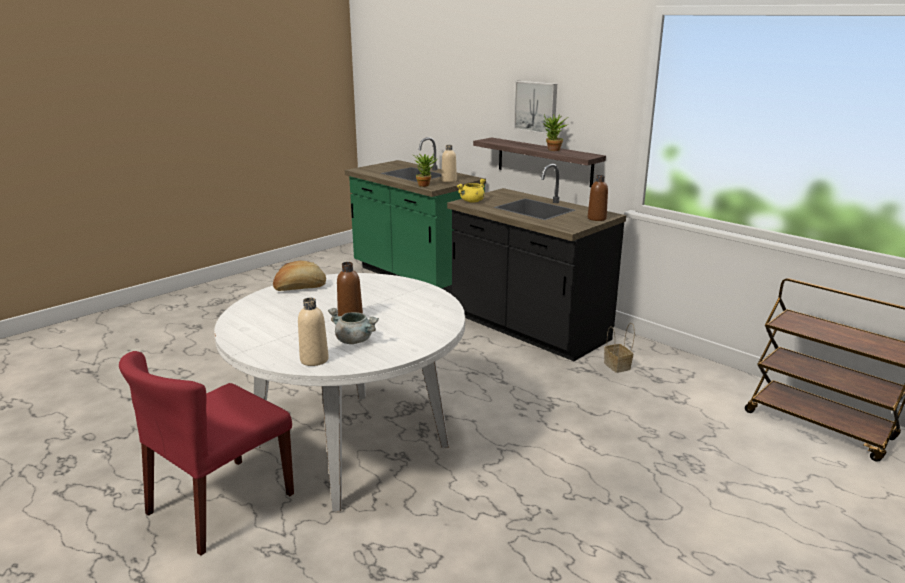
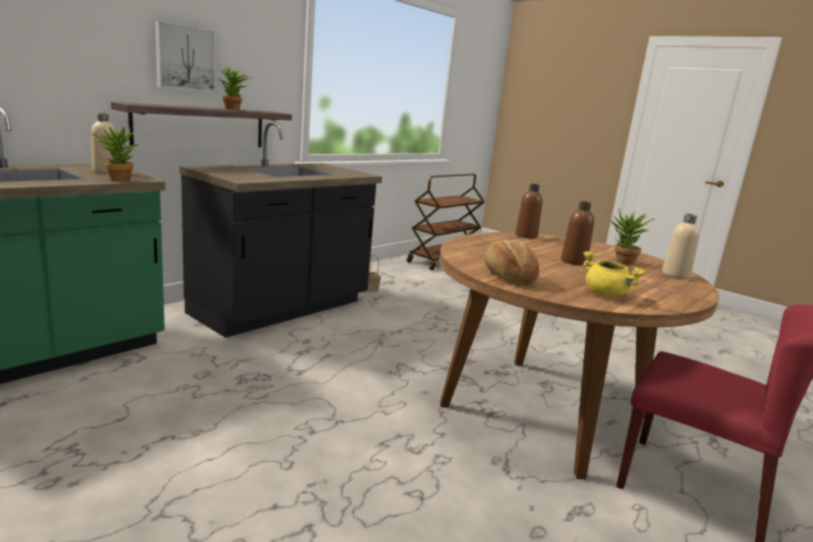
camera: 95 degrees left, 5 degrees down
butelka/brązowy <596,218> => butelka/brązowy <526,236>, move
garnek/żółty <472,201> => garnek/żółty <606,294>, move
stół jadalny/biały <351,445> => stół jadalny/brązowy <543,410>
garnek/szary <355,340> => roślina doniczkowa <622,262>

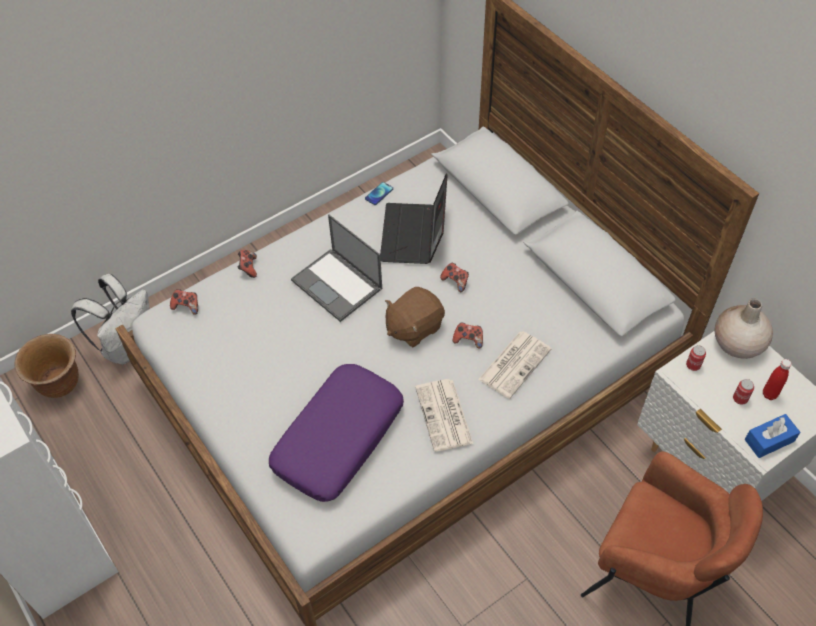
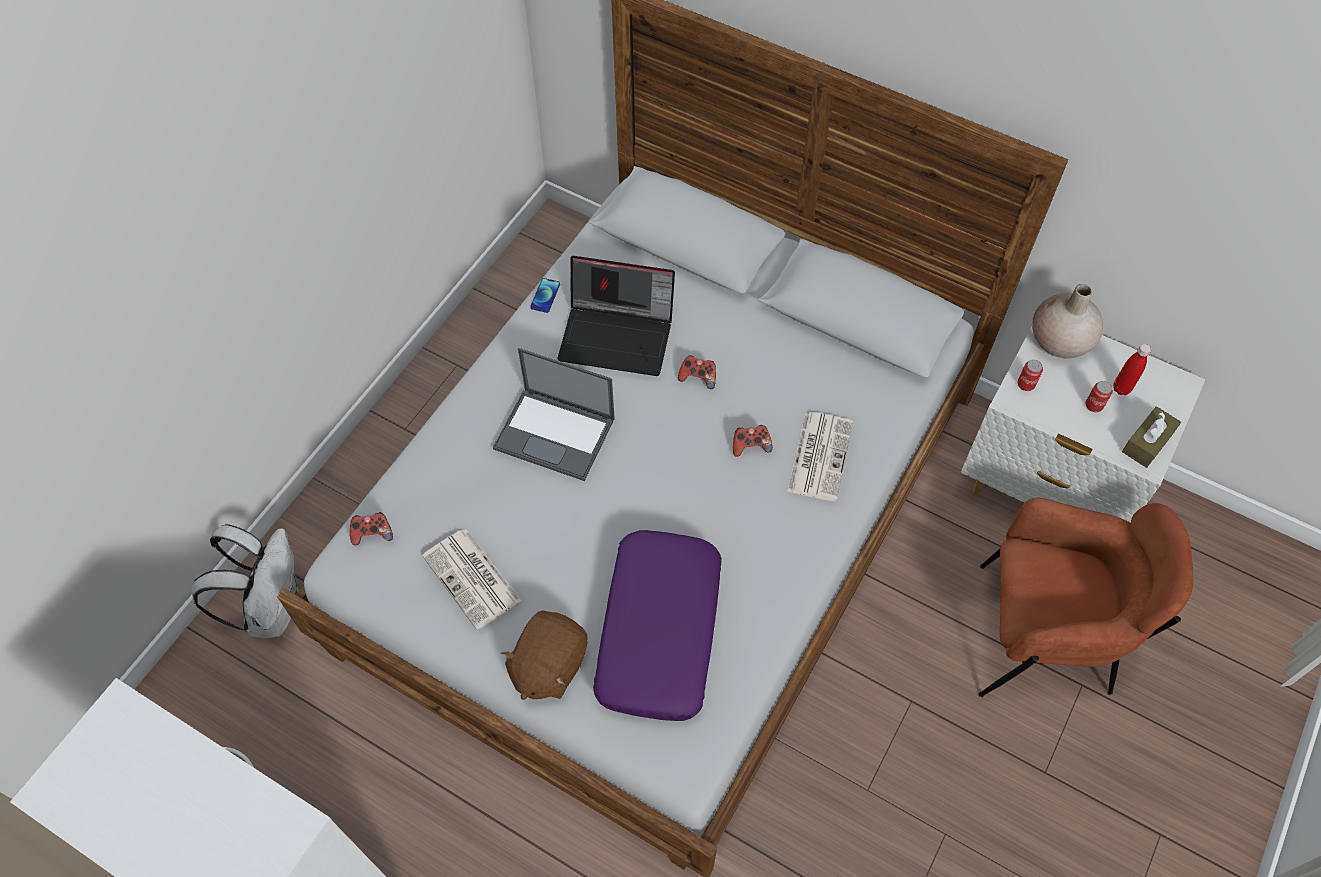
camera: 25 degrees left, 5 degrees up
laptop <414,235> => laptop <618,335>, 60 degrees counterclockwise
pad do gier <248,268> => nothing
pluszak/brązowy <413,327> => pluszak/brązowy <548,665>, move
donica/brązowy <60,384> => nothing
gazeta <444,416> => gazeta <473,579>, move
pudełko chusteczek/niebieski <769,440> => pudełko chusteczek/brązowy <1147,443>

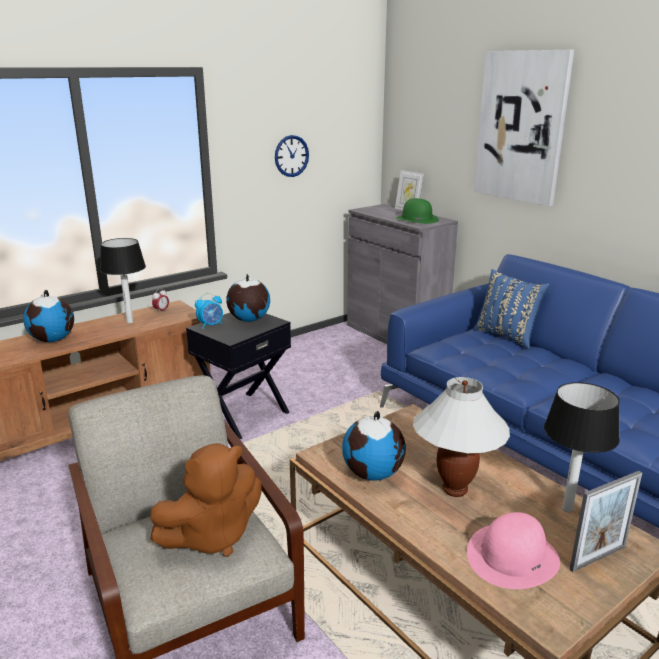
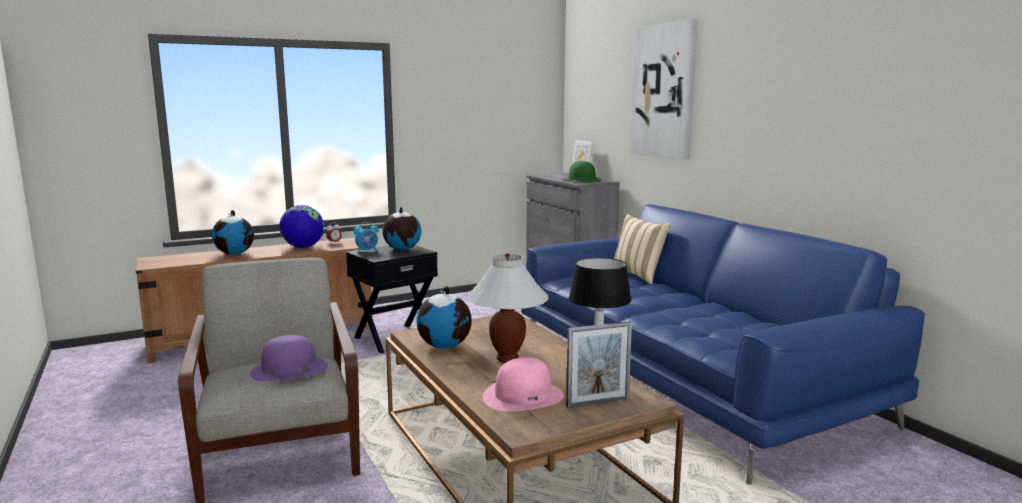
camera: 10 degrees right, 10 degrees down
zegar ścienny <291,156> => nothing
lampa stołowa <129,322> => globus <303,247>
poduszka/niebieski <507,336> => poduszka/beżowy <638,276>
pluszak/brązowy <212,536> => kapelusz/fioletowy <289,369>

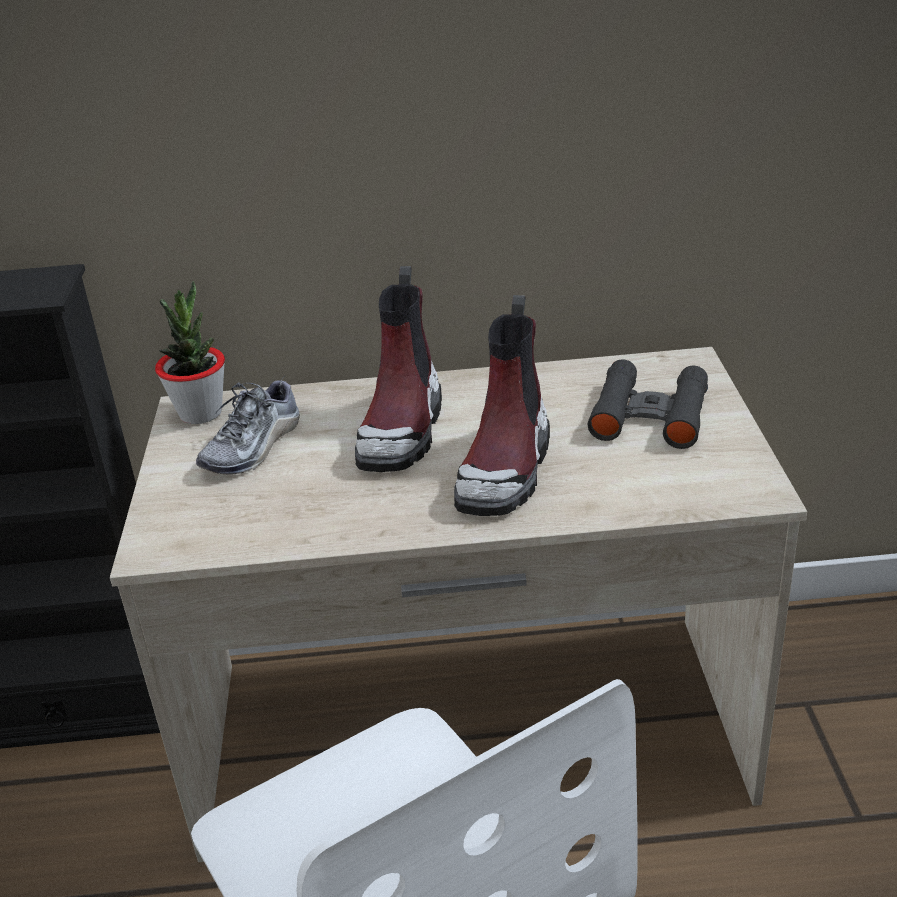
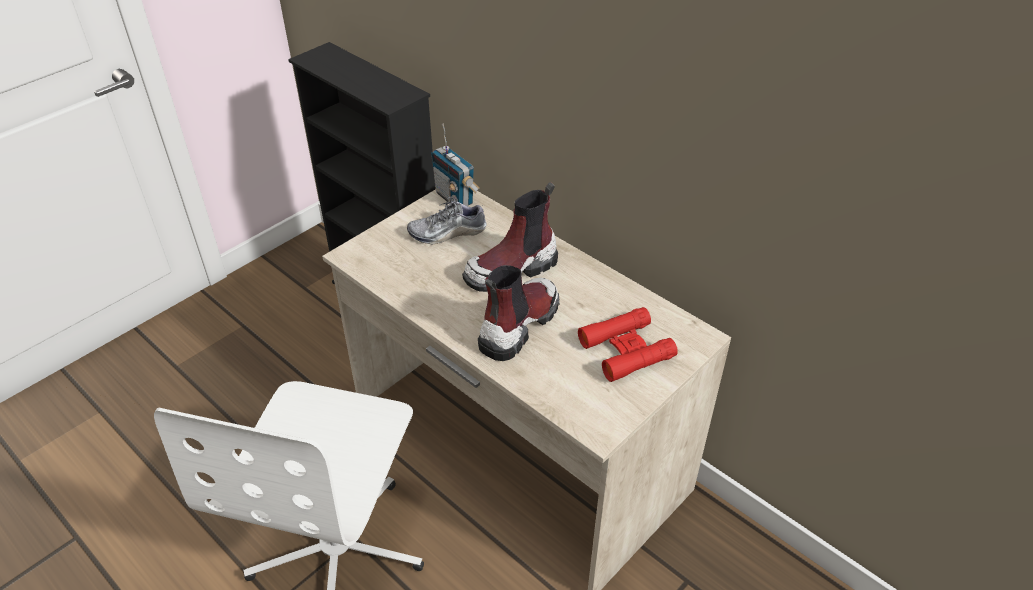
camera: 45 degrees right, 10 degrees up
roślina doniczkowa <201,413> => radio <455,199>
but z cholewką <505,469> => but z cholewką <518,325>, 150 degrees clockwise
lornetka/czarny <649,415> => lornetka/czerwony <626,350>

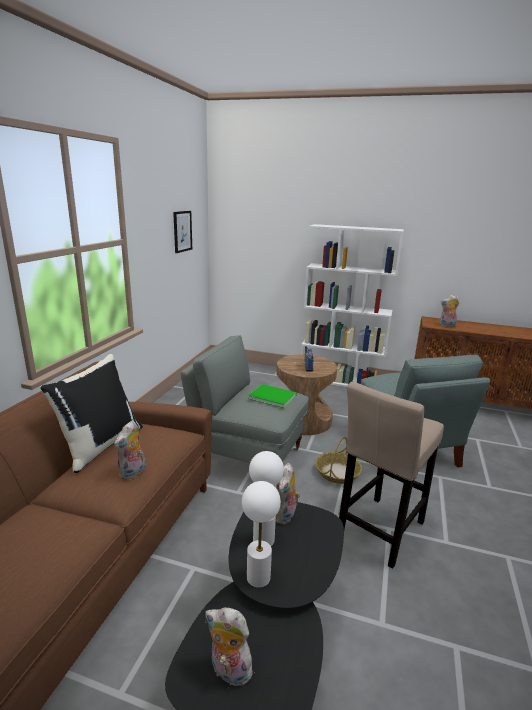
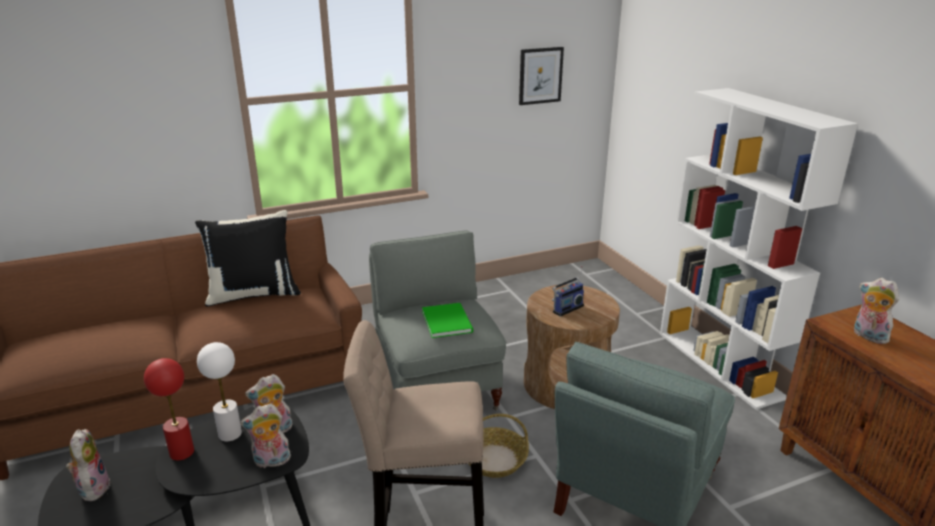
camera: 50 degrees right, 5 degrees up
pluszak <133,473> => pluszak <271,462>, move
lampa stołowa/biały <258,577> => lampa stołowa/czerwony <182,452>

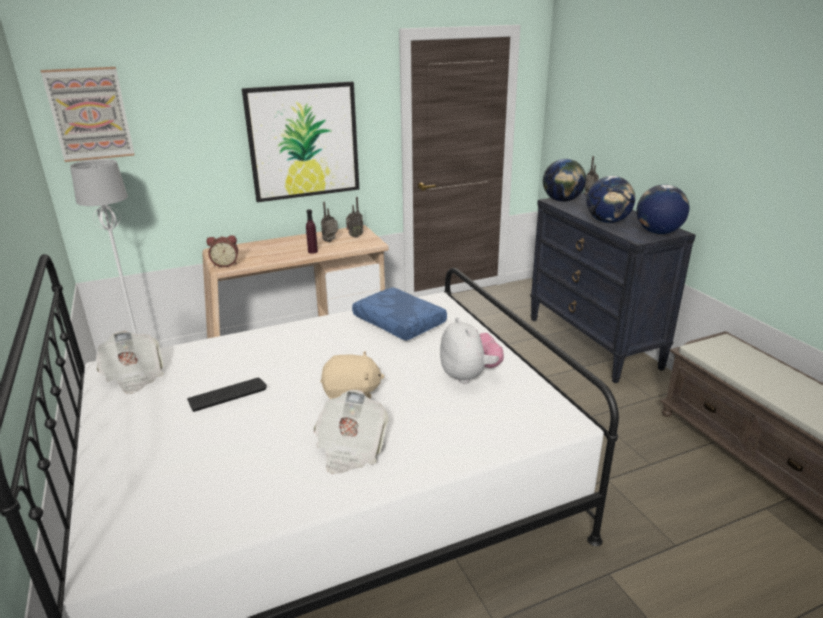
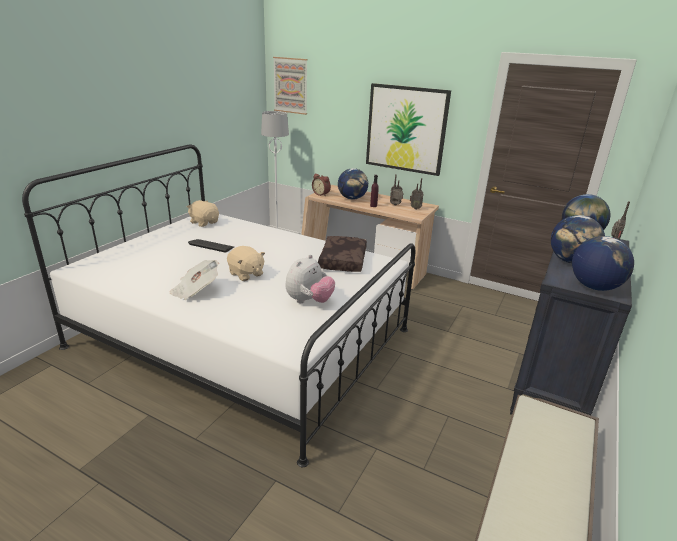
camera: 50 degrees right, 0 degrees up
poduszka/niebieski <397,322> => poduszka/brązowy <342,260>
gazeta <134,376> => pluszak/beżowy <204,222>
nothing => globus <352,198>

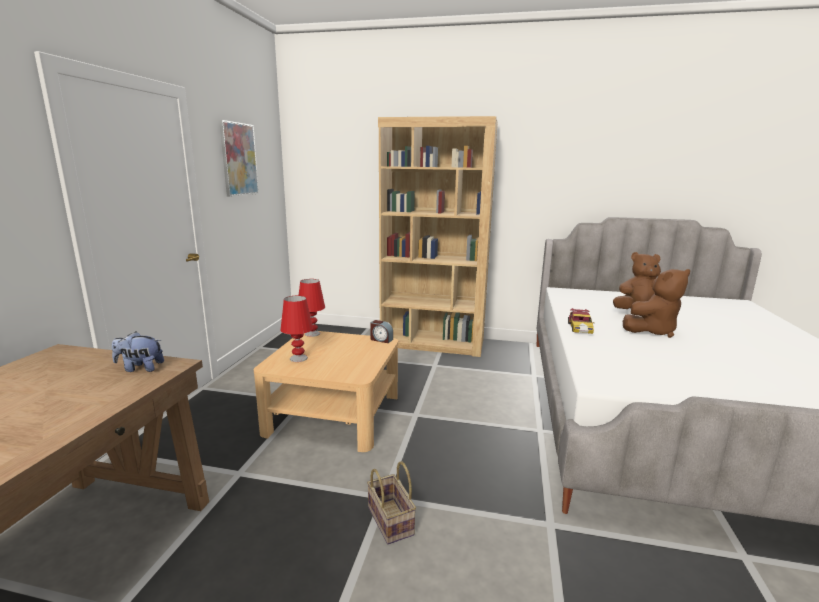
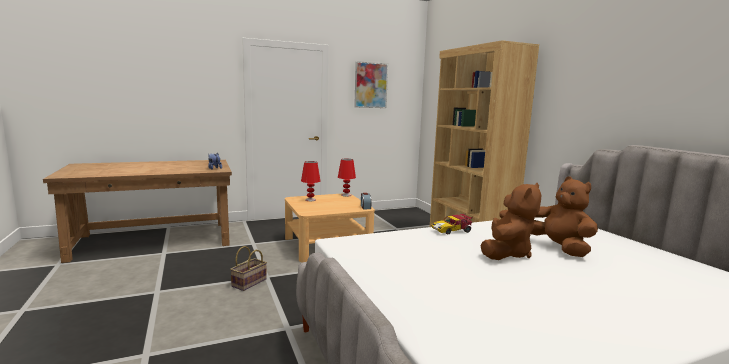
camera: 55 degrees right, 5 degrees down
pluszak/brązowy <652,331> => pluszak/brązowy <506,253>, 90 degrees counterclockwise

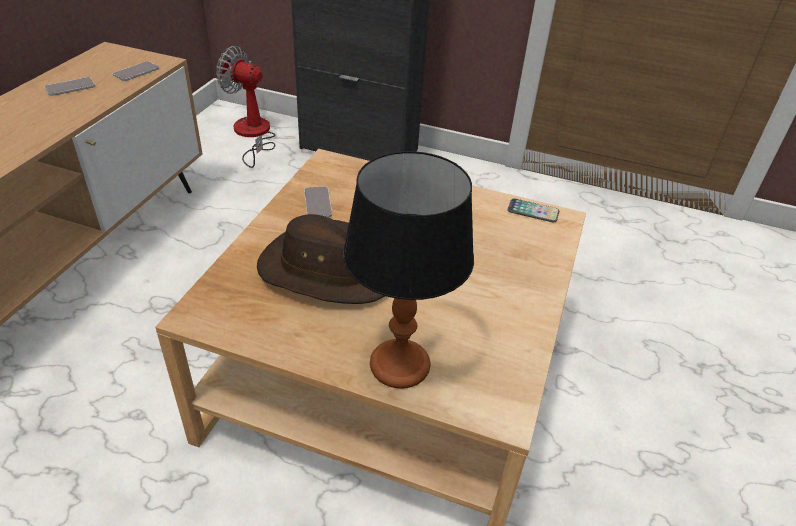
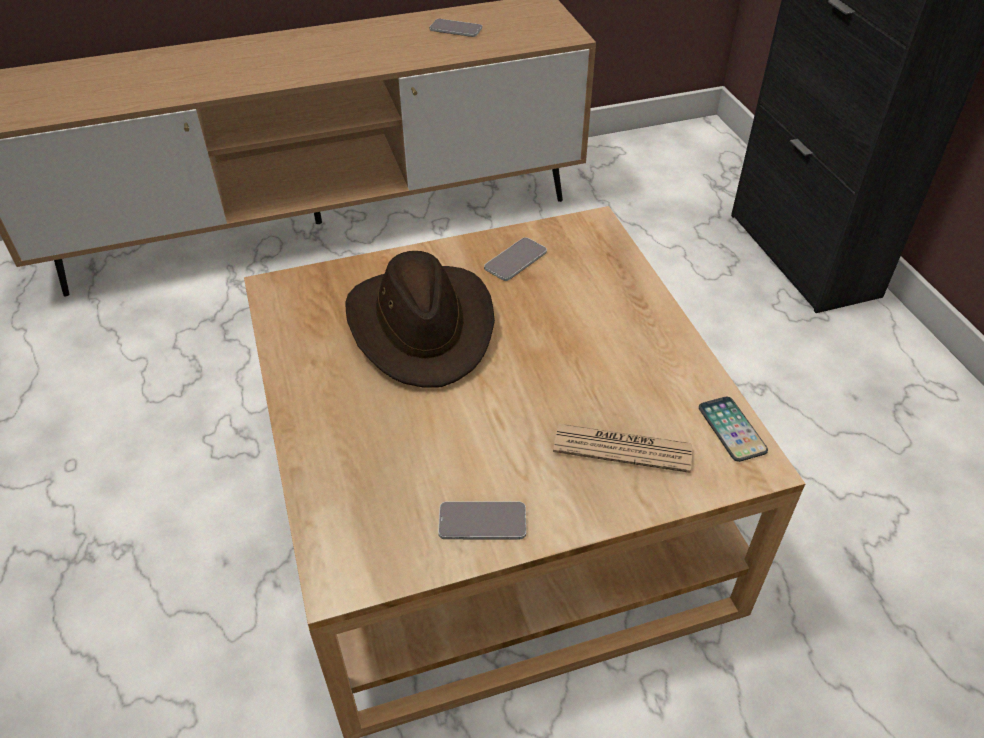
camera: 55 degrees right, 5 degrees up
wentylator <253,135> => nothing
telefon <136,72> => telefon <482,522>, move
lampa stołowa <400,365> => nothing
nothing => gazeta <622,448>

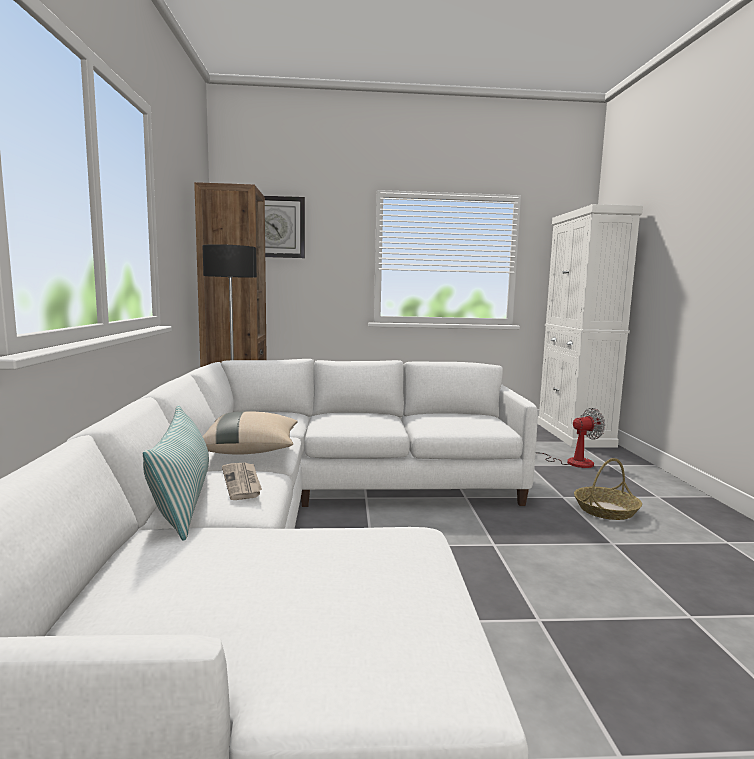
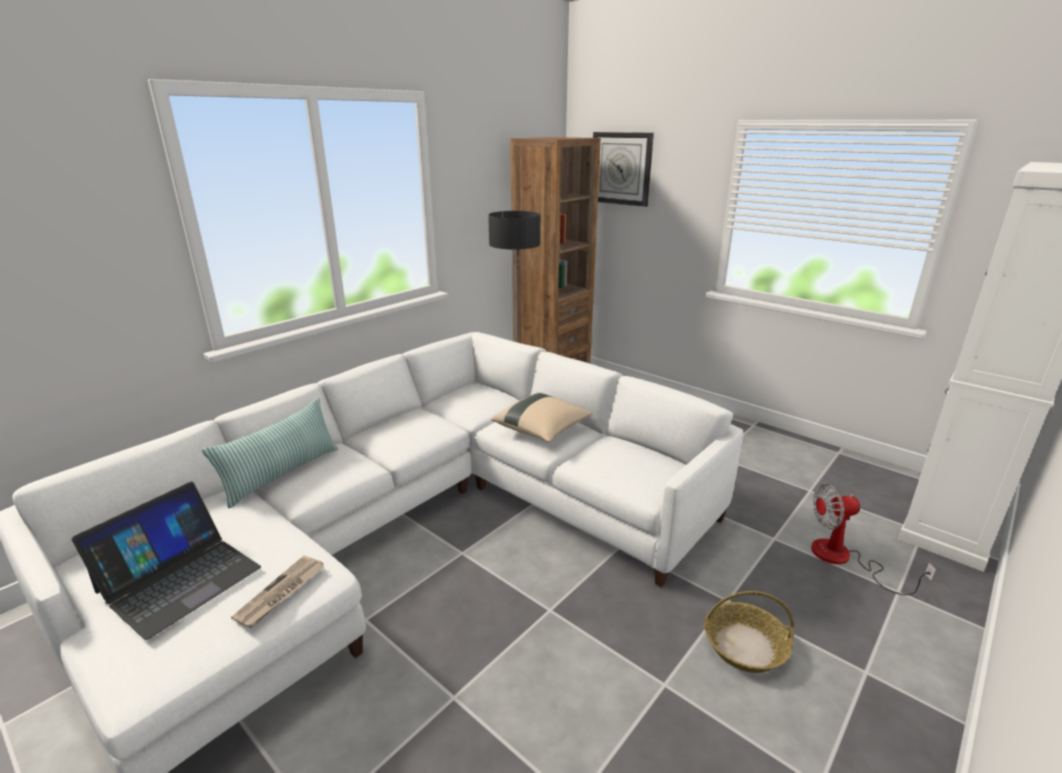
camera: 45 degrees right, 15 degrees up
wentylator <570,461> => wentylator <844,559>, 150 degrees clockwise
poduszka/beżowy <251,450> => poduszka/beżowy <542,430>, move
gazeta <242,482> => gazeta <281,593>, move
nothing => laptop <179,579>

